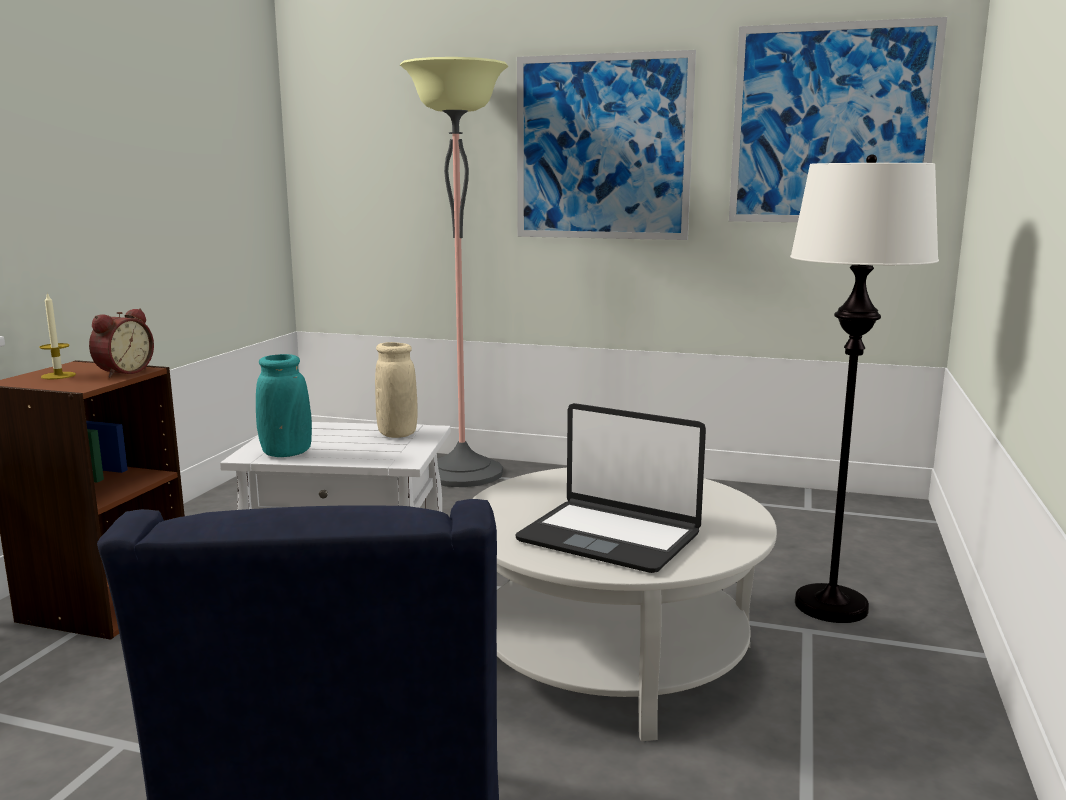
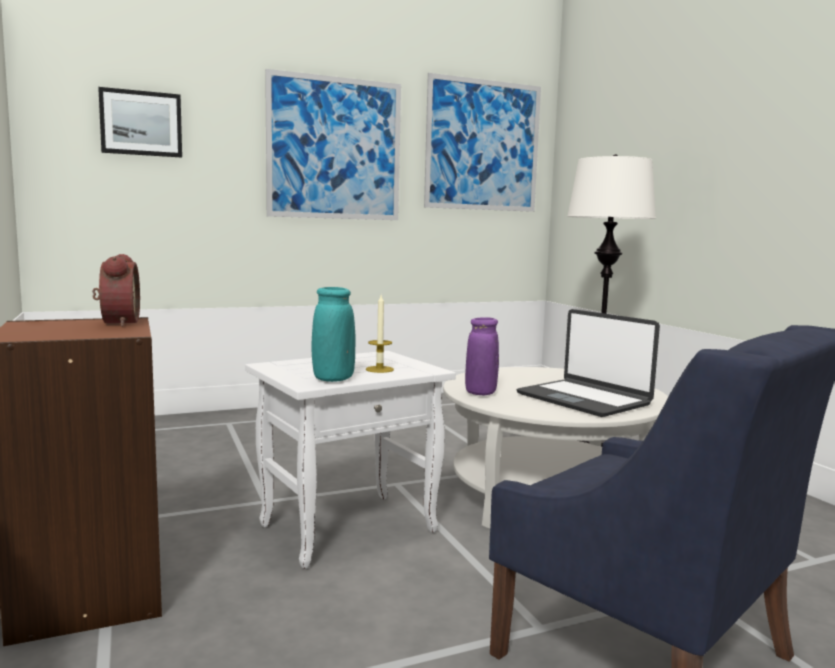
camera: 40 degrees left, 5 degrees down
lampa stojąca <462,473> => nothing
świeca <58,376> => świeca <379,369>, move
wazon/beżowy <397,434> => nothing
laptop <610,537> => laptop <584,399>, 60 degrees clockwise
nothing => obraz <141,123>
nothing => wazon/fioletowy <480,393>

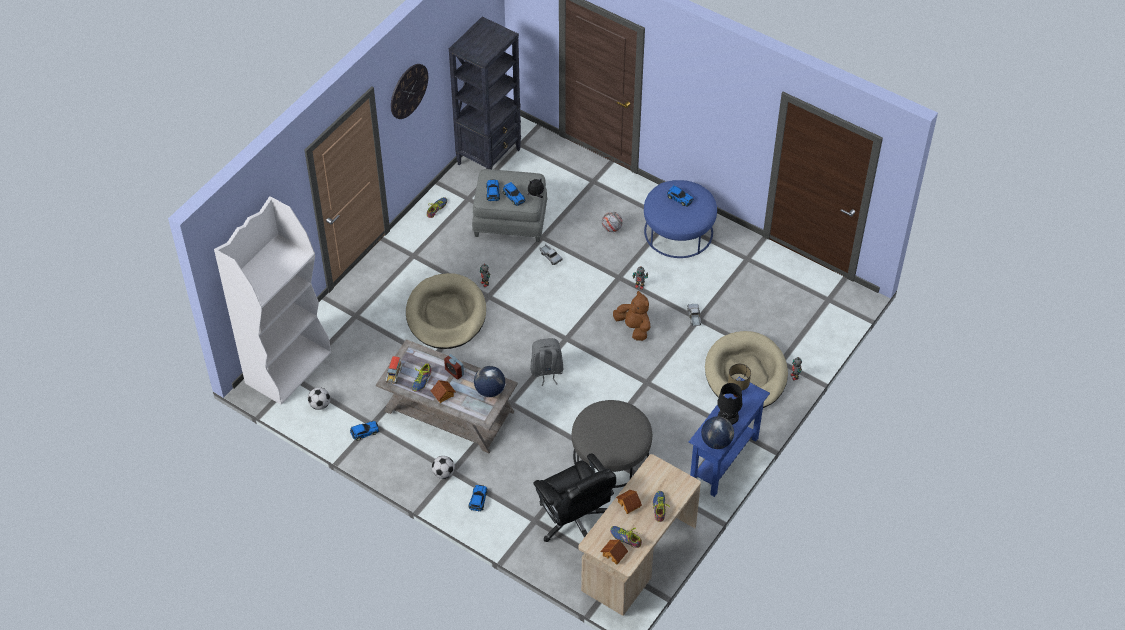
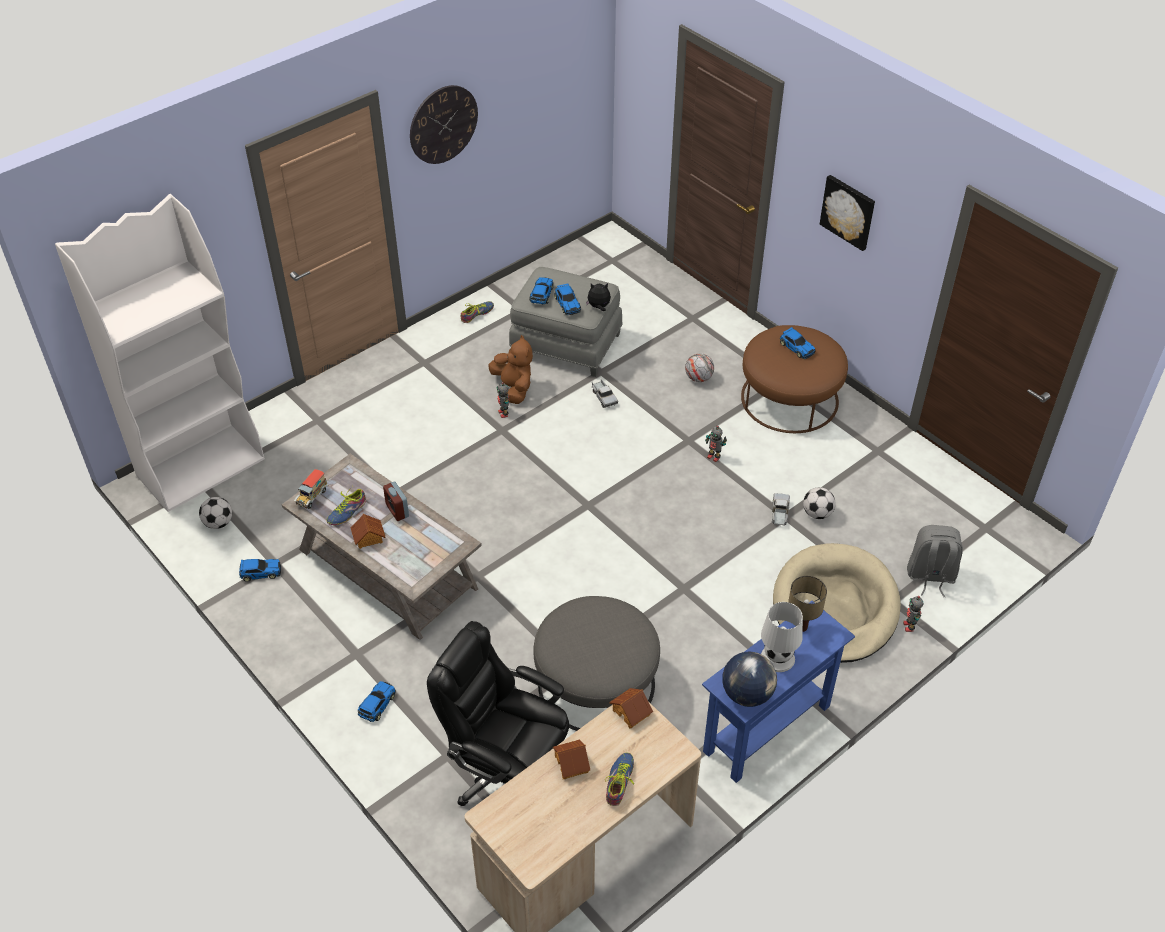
camera: 15 degrees right, 5 degrees down
regał/czarny <489,156> => nothing
pufa/niebieski <678,231> => pufa/brązowy <789,398>
legowisko/beżowy <446,314> => nothing
pluszak/brązowy <633,327> => pluszak/brązowy <514,388>, move
plecak/szary <546,371> => plecak/szary <930,576>, move
globus <489,390> => nothing
lampa stołowa/czarny <728,416> => lampa stołowa/biały <777,657>
krzesło biurowe/czarny <574,521> => krzesło biurowe/czarny <507,770>, 135 degrees clockwise
piłka futbolowa <443,473> => piłka futbolowa <817,513>, move
but <625,538> => nothing
domek <614,554> => domek <631,712>, move
nothing => obraz <848,211>

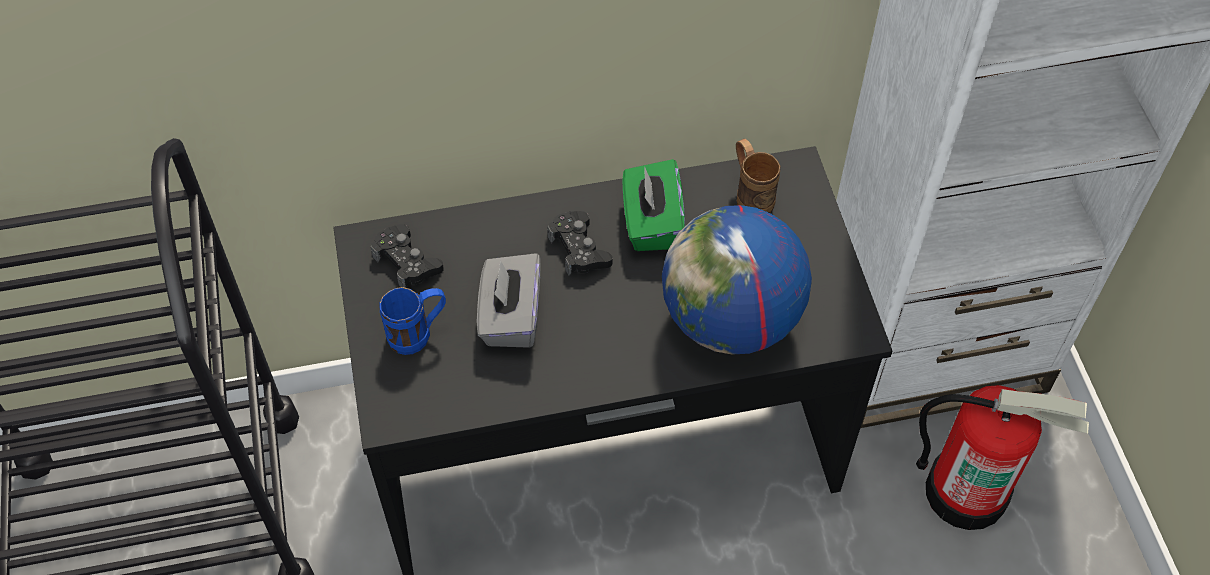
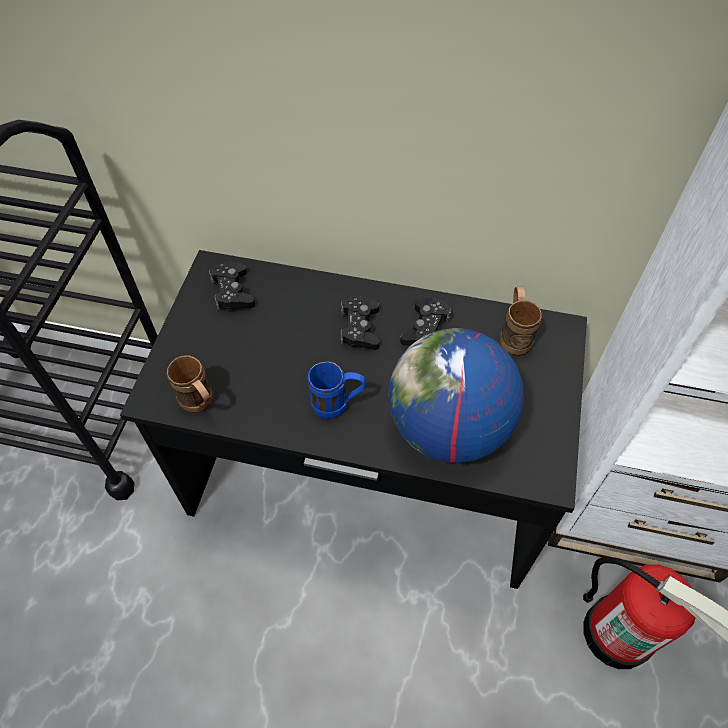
camera: 25 degrees right, 0 degrees up
pudełko chusteczek/zielony <651,223> => pad do gier/czarny <425,329>
pudełko chusteczek/szary <511,317> => nothing
kubek/niebieski <418,335> => kubek/niebieski <338,405>, move
nothing => kubek/brązowy <200,405>

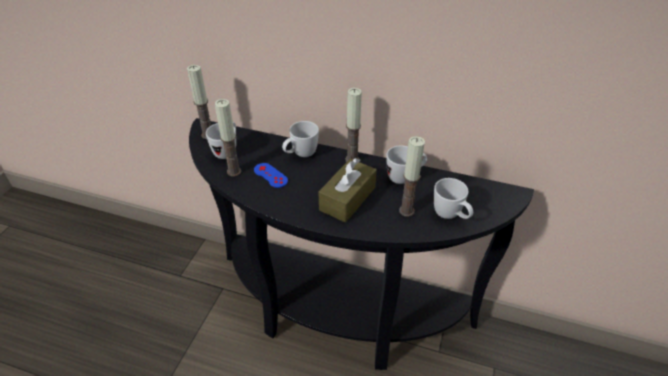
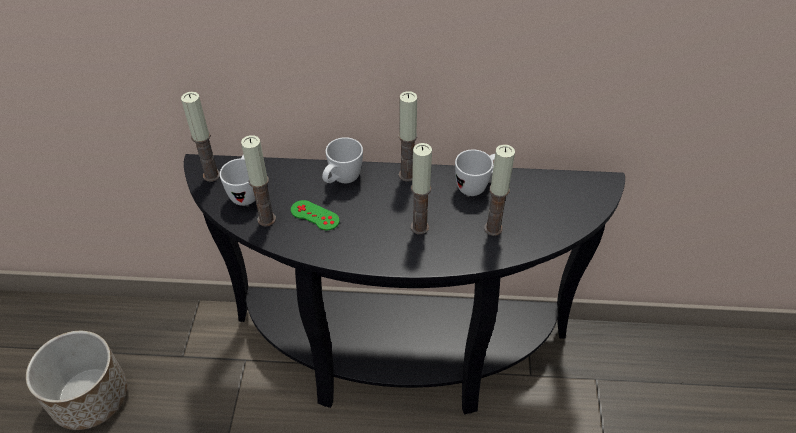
camera: 15 degrees left, 5 degrees up
pudełko chusteczek/brązowy <347,198> => świeca <419,227>
pad do gier/niebieski <270,175> => pad do gier/zielony <315,215>
kubek/biały <450,216> => nothing
nothing => donica <91,397>

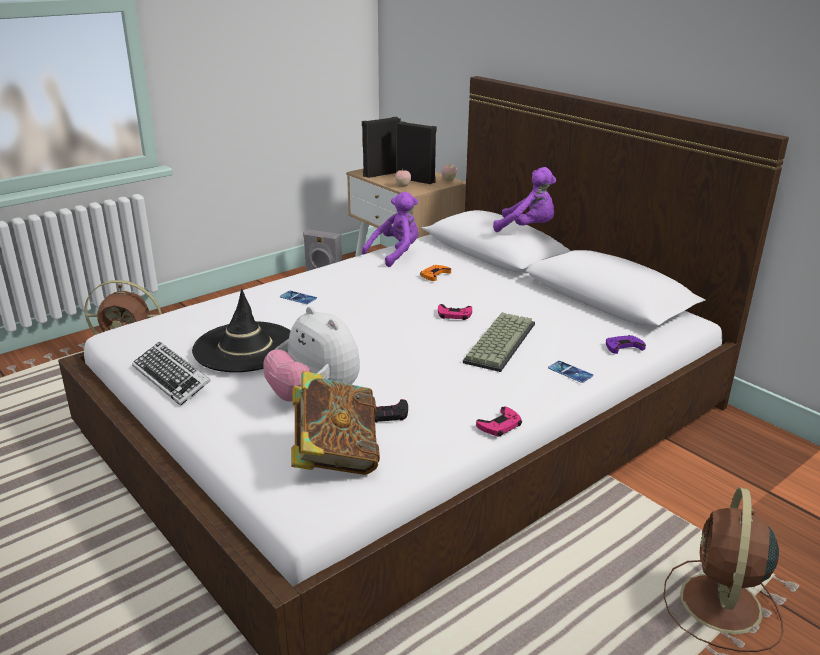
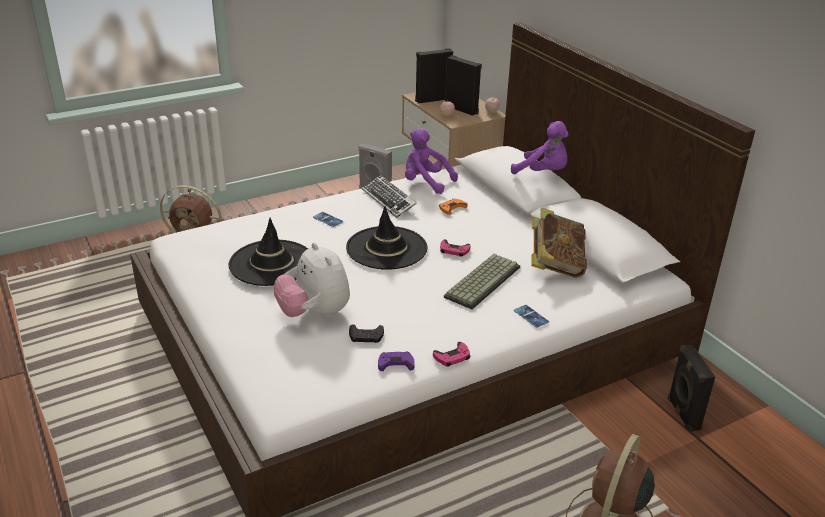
camera: 10 degrees right, 5 degrees up
pluszak/fioletowy <395,254> => pluszak/fioletowy <425,183>, 120 degrees counterclockwise
pad do gier/fioletowy <623,347> => pad do gier/fioletowy <395,363>, move
klawiatura <171,378> => klawiatura <389,200>, move
książka <335,457> => książka <555,265>, move
nothing => kapelusz/czarny <387,248>
nothing => głośnik/czarny <682,414>

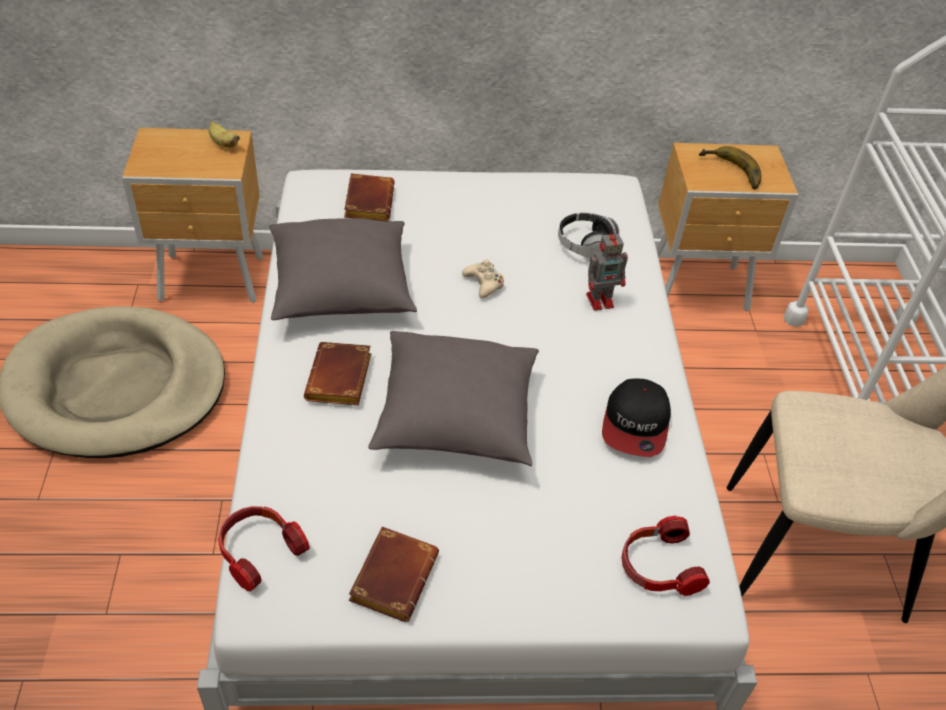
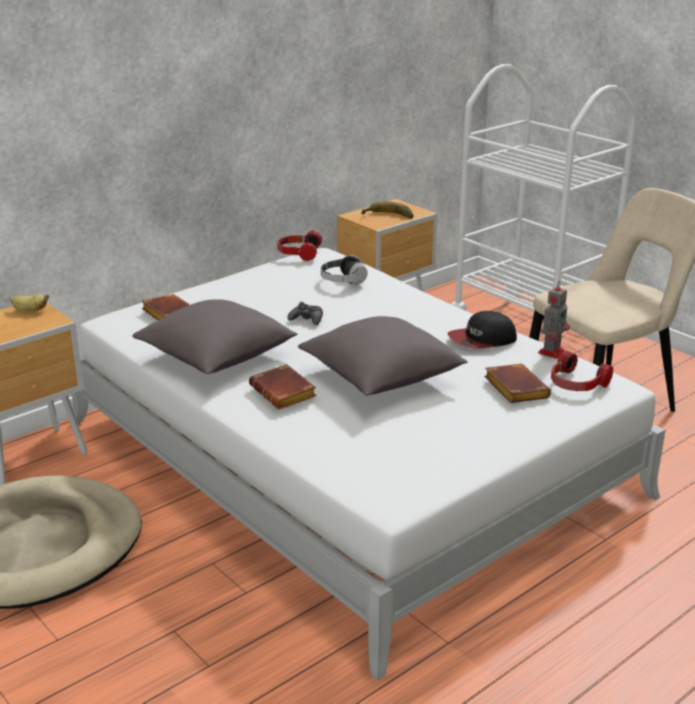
camera: 35 degrees left, 20 degrees down
robot zabawkowy <601,300> => robot zabawkowy <552,352>, move
pad do gier/beżowy <484,283> => pad do gier/czarny <307,319>
czapka z daszkiem <636,424> => czapka z daszkiem <482,340>, 90 degrees clockwise
słuchawki <258,550> => słuchawki <298,253>, move
książka/brązowy <392,575> => książka/brązowy <513,388>, move

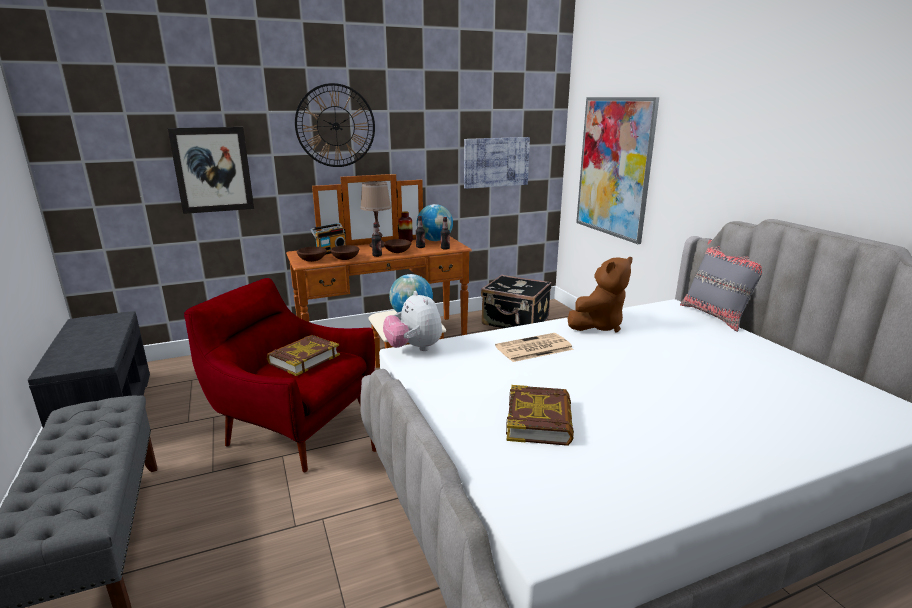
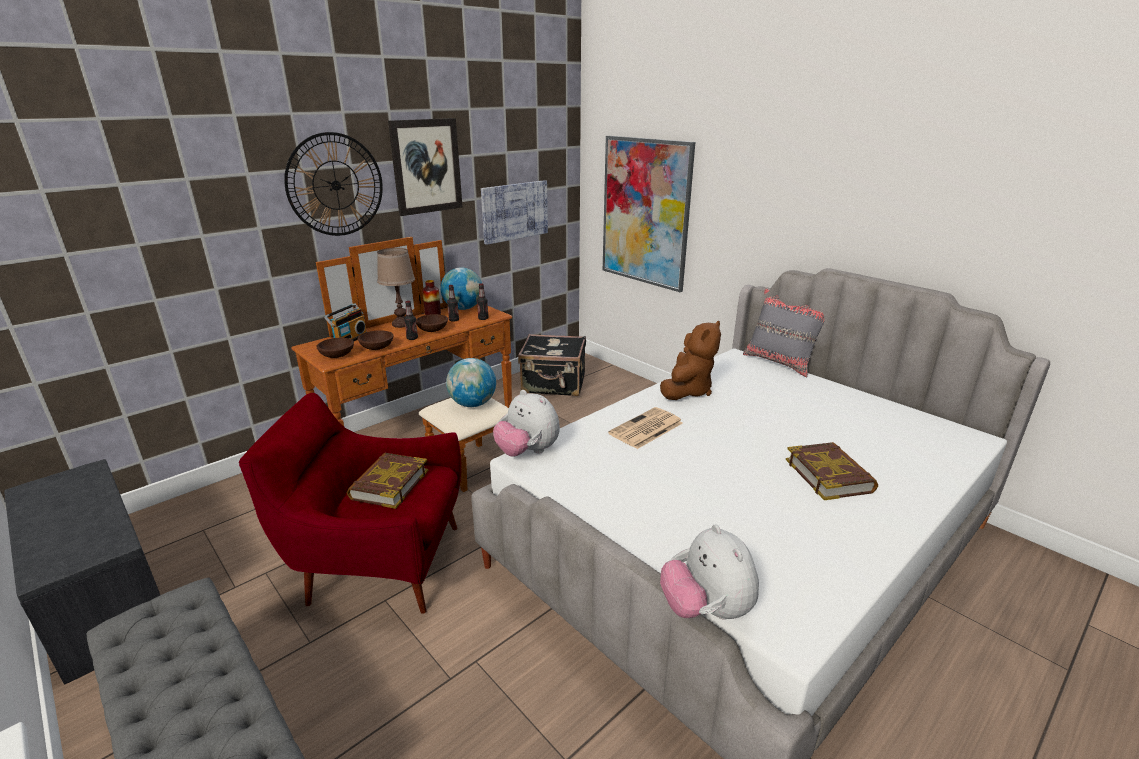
camera: 20 degrees left, 5 degrees up
obraz <213,170> => obraz <426,166>, move
książka <539,421> => książka <829,475>, move
nothing => pluszak <706,610>

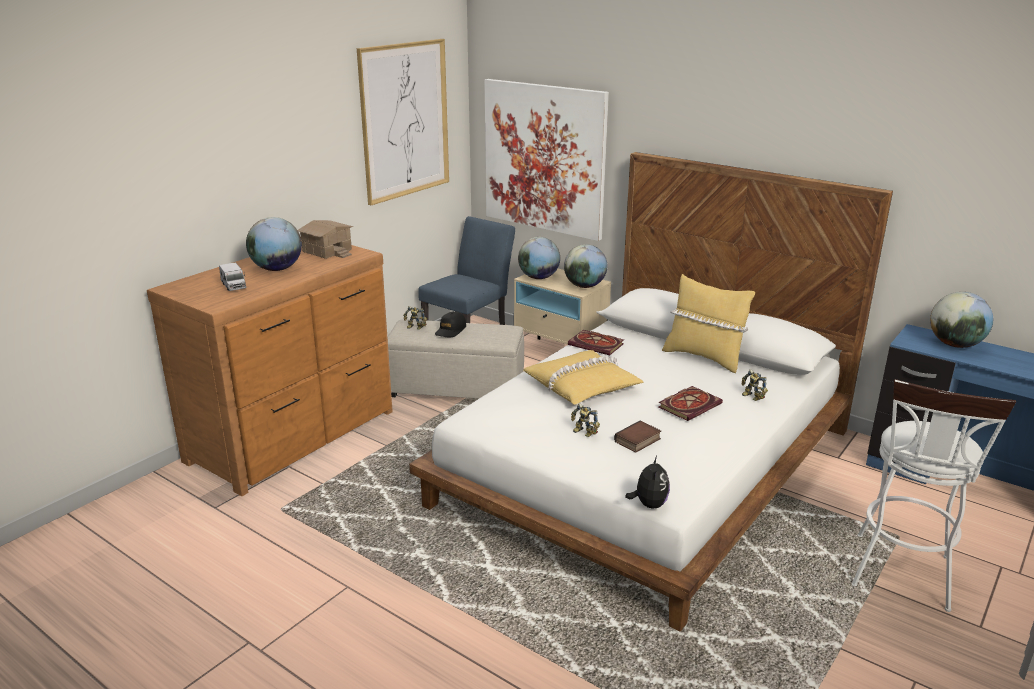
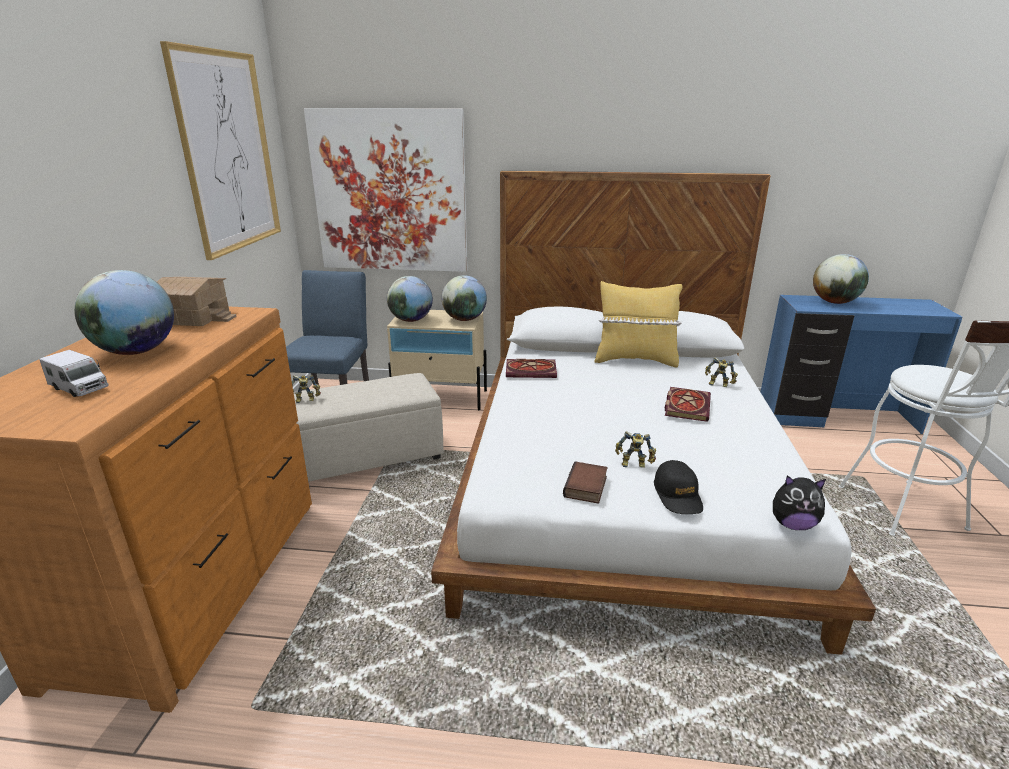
camera: 30 degrees left, 0 degrees up
czapka z daszkiem/czarny <450,330> => czapka z daszkiem/czarny <678,495>, move
poduszka/żółty <582,386> => nothing
książka <638,441> => książka <587,487>, move
pluszak <649,504> => pluszak <792,524>, 120 degrees clockwise

